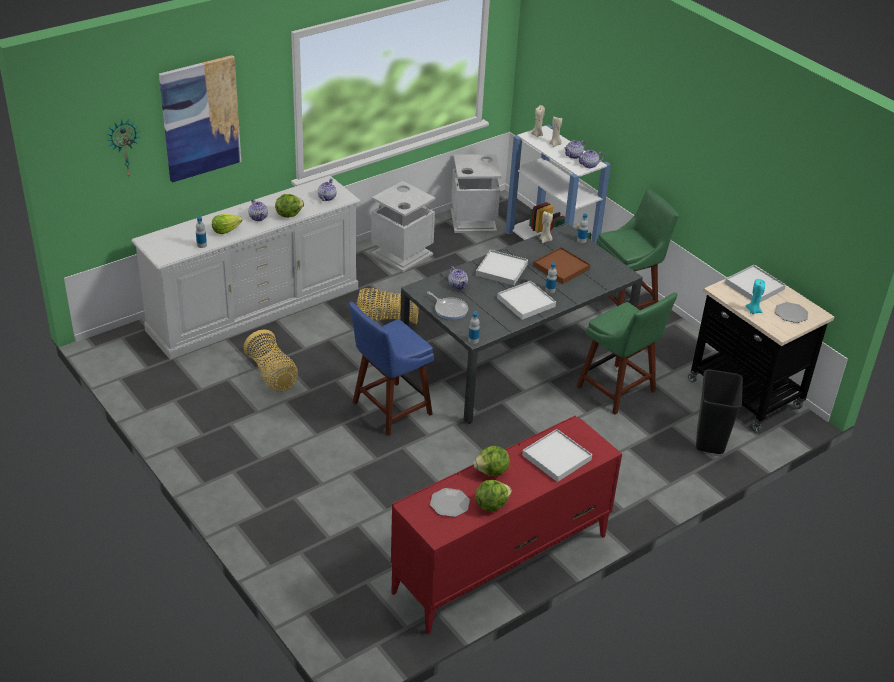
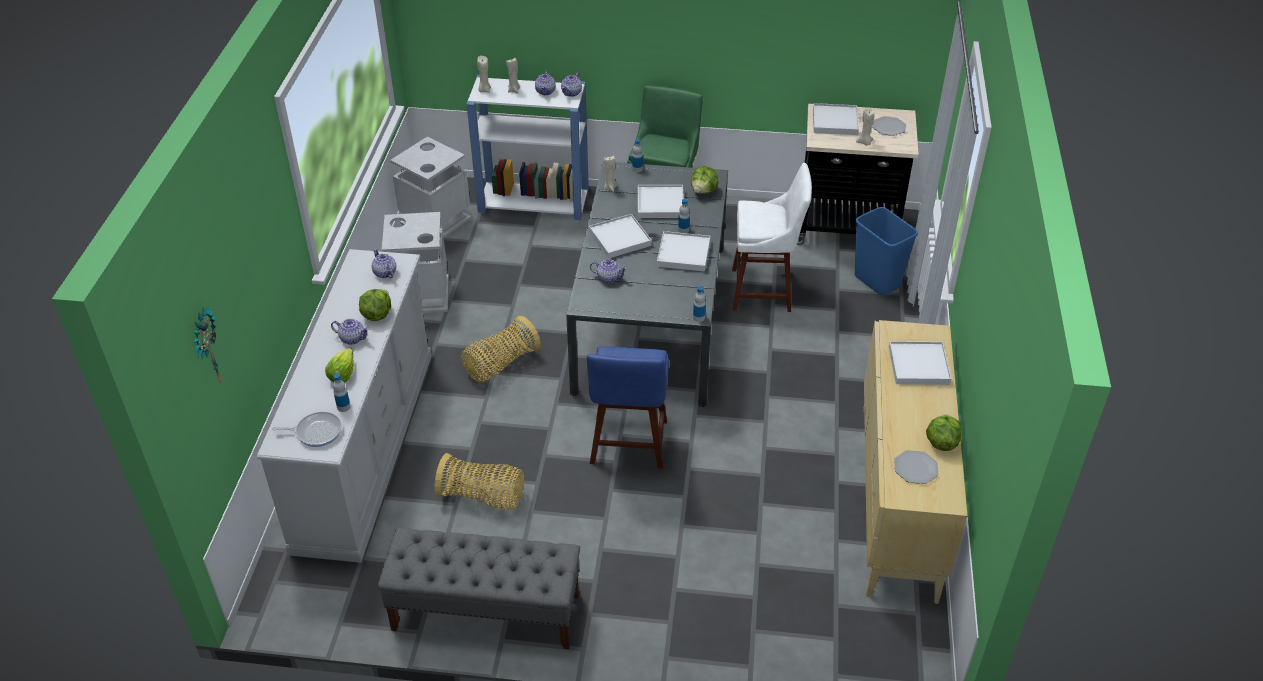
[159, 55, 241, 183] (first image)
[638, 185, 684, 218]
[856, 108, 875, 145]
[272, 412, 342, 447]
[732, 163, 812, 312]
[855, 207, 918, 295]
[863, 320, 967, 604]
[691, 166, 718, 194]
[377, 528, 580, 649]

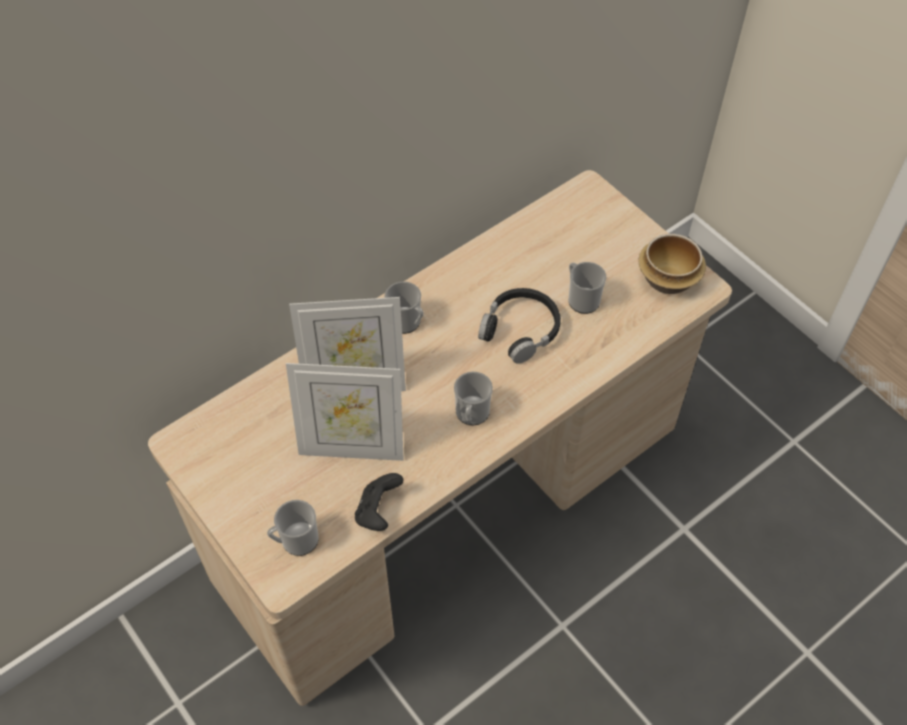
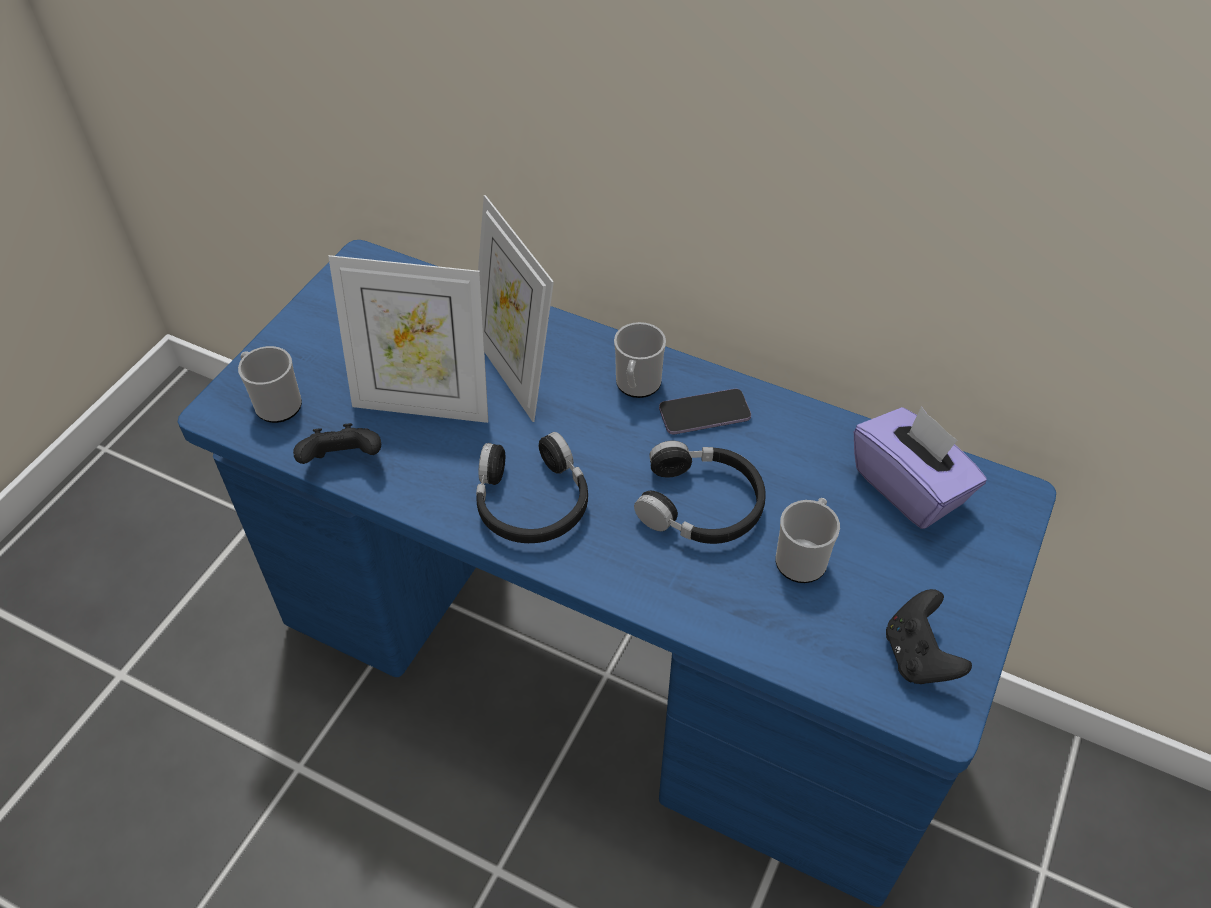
[178, 240, 1056, 907]
[886, 589, 972, 684]
[328, 255, 488, 423]
[476, 432, 588, 543]
[659, 389, 751, 434]
[854, 406, 987, 529]

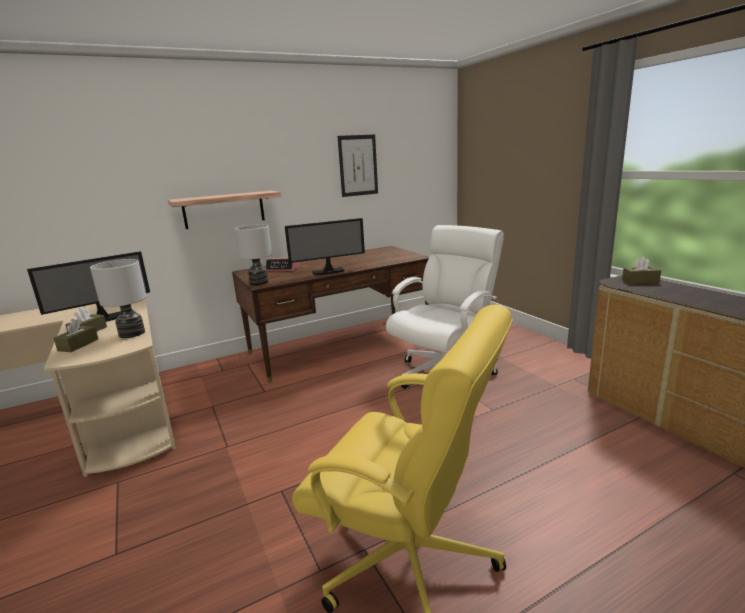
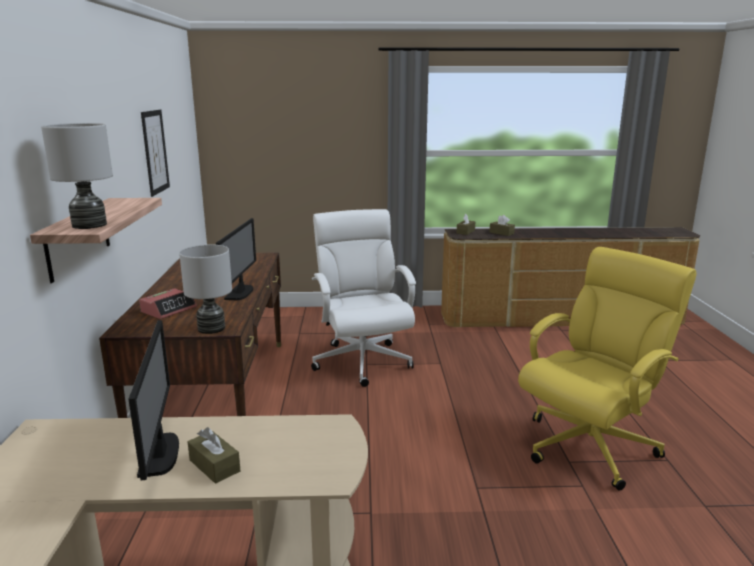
[41, 123, 113, 229]
[489, 215, 515, 236]

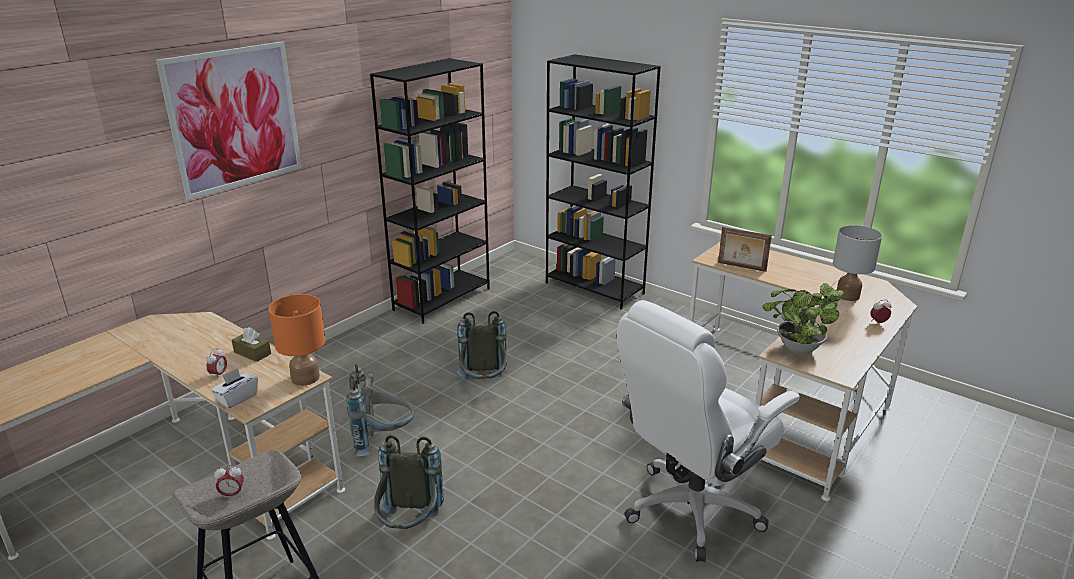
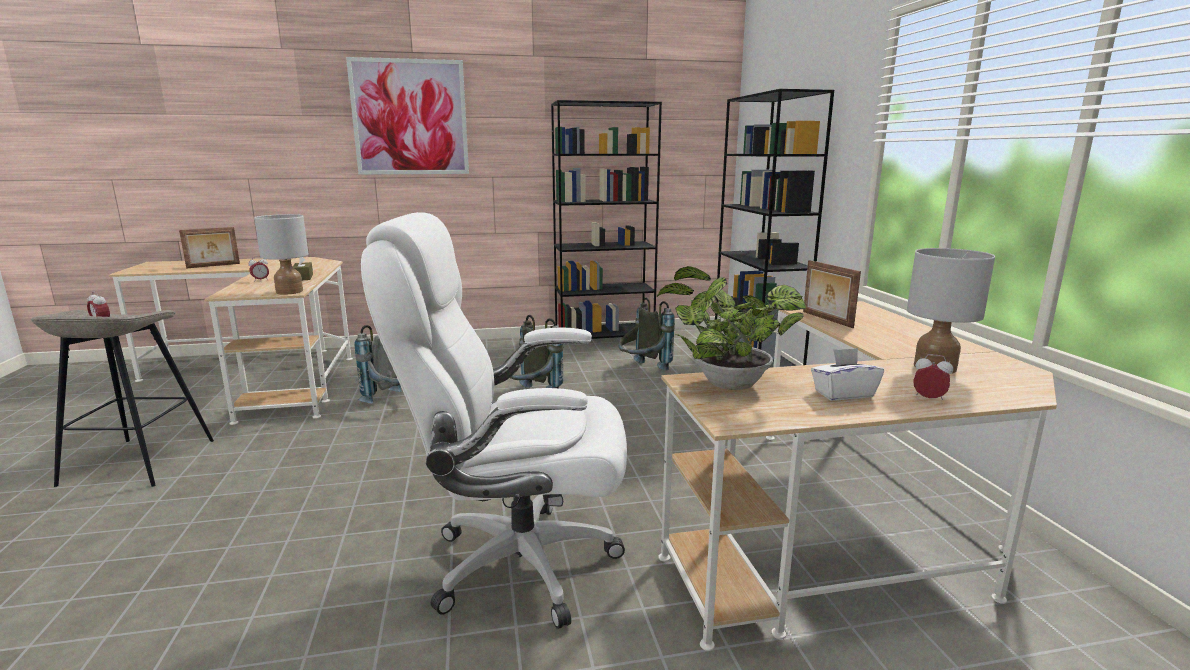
[254, 214, 309, 294]
[811, 348, 884, 401]
[618, 298, 675, 371]
[179, 227, 240, 269]

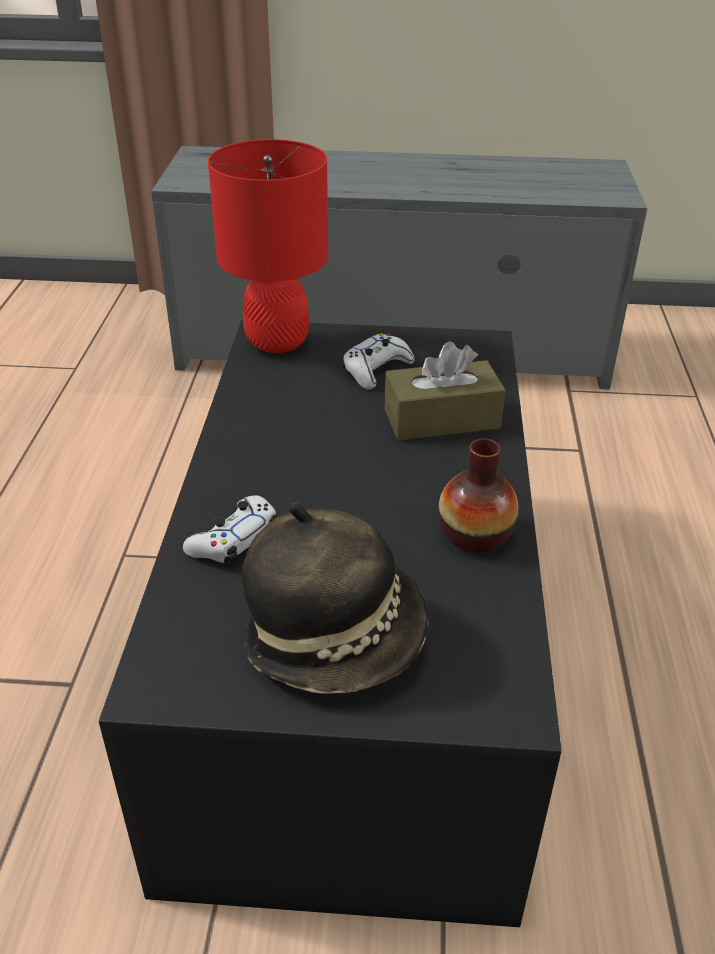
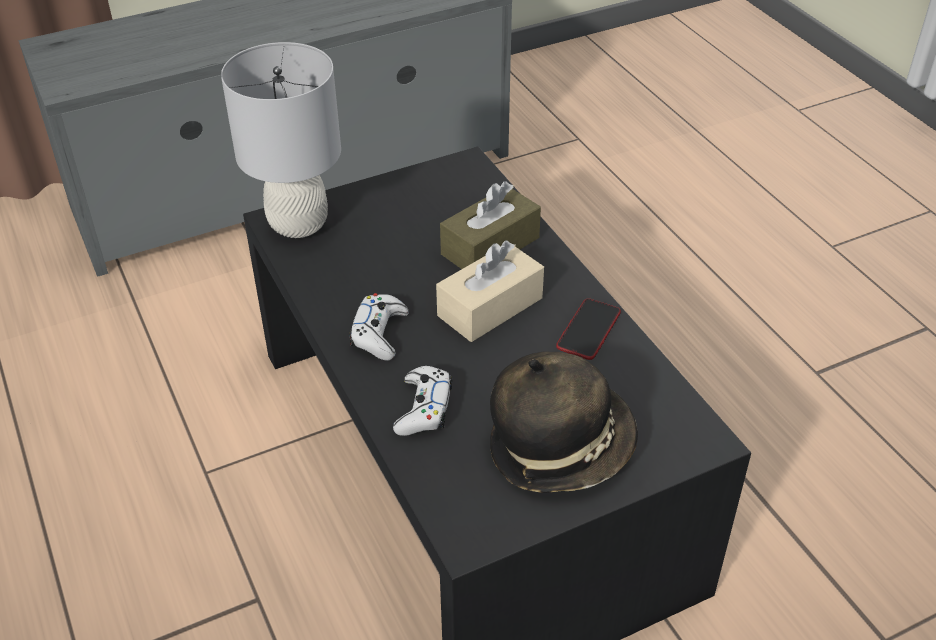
[221, 42, 341, 238]
[349, 293, 409, 360]
[556, 298, 621, 360]
[436, 241, 544, 342]

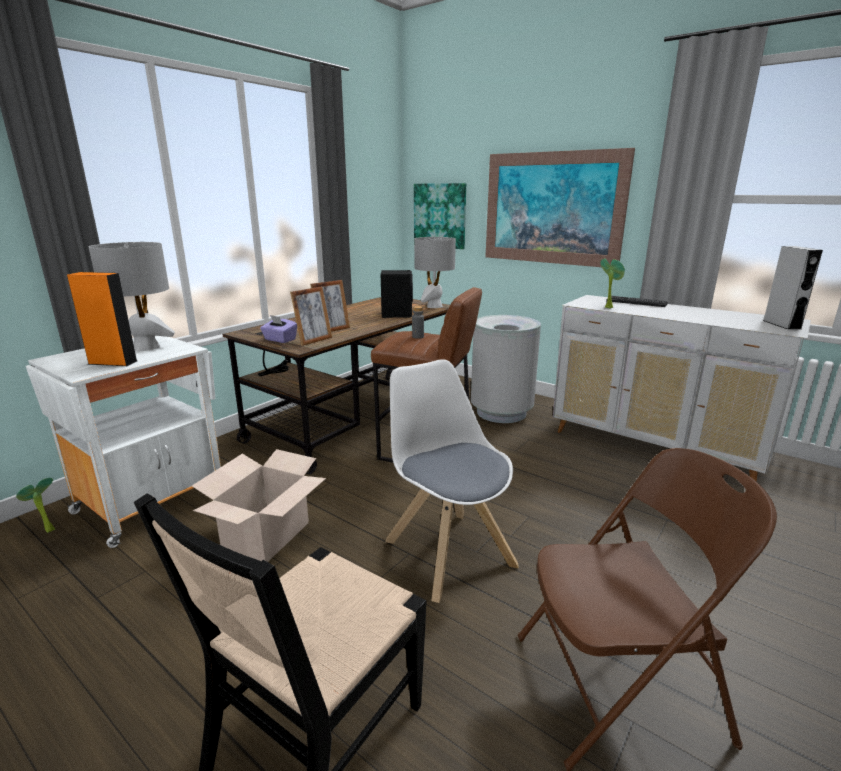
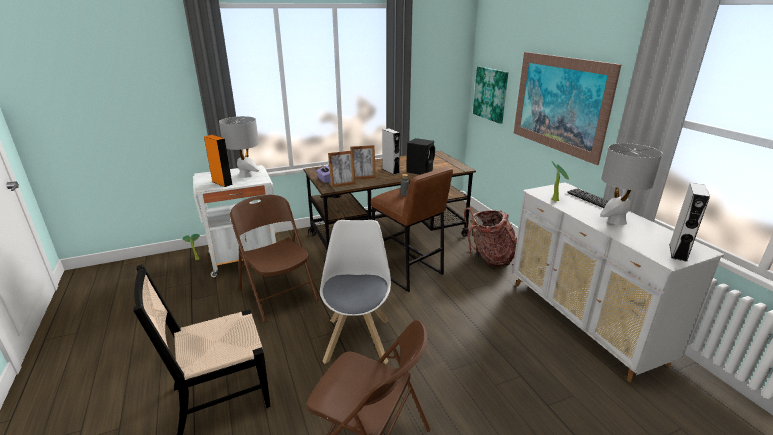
[600, 143, 662, 225]
[464, 207, 517, 267]
[230, 195, 319, 323]
[382, 128, 400, 175]

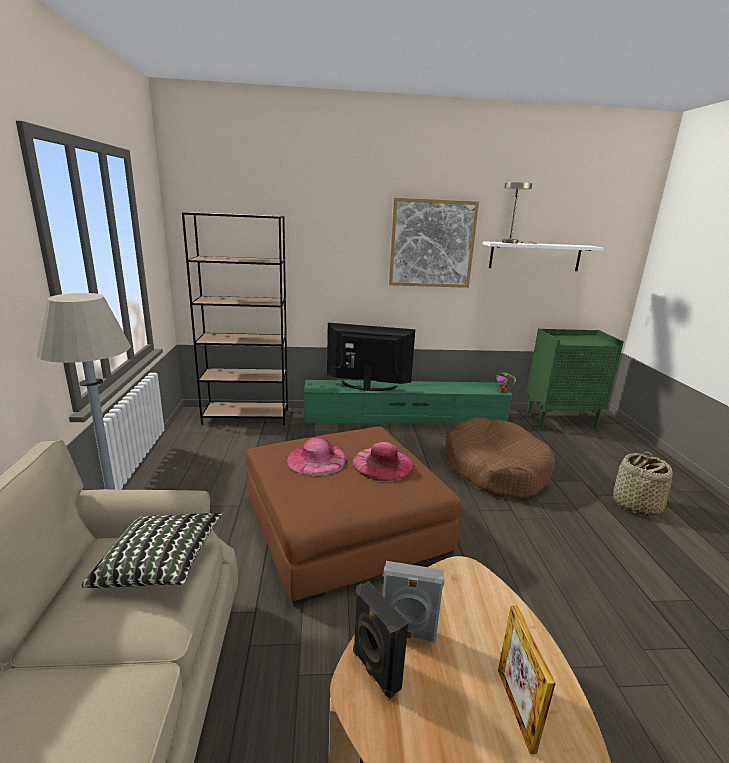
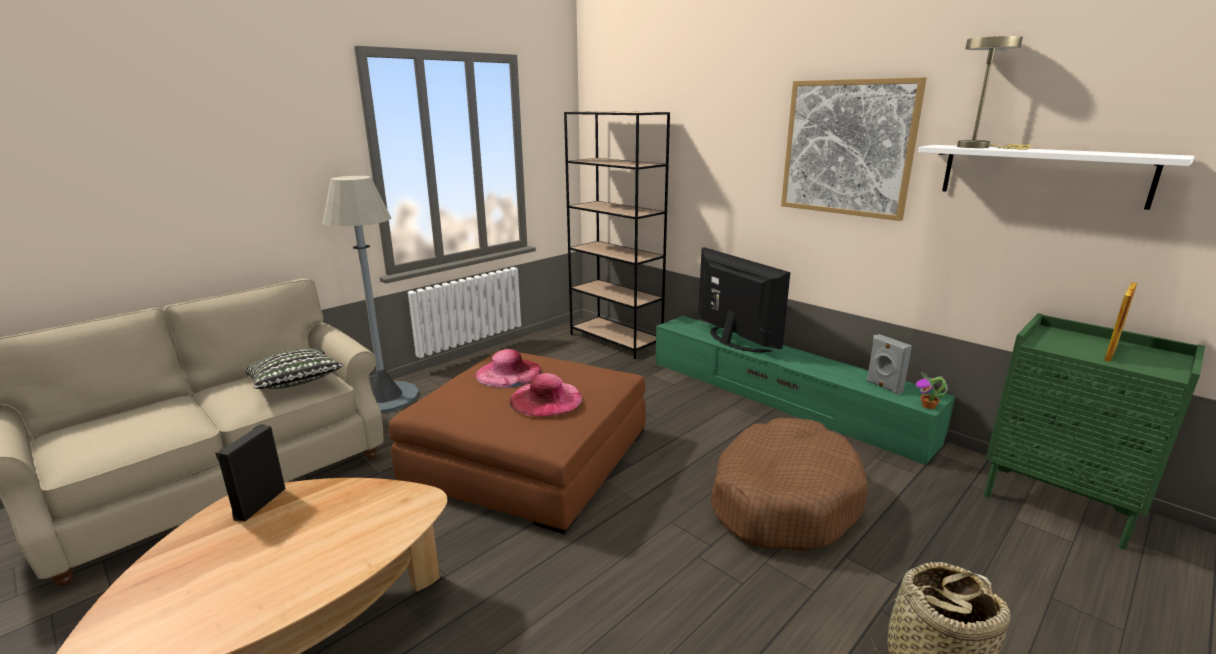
[866, 334, 912, 395]
[1104, 282, 1137, 362]

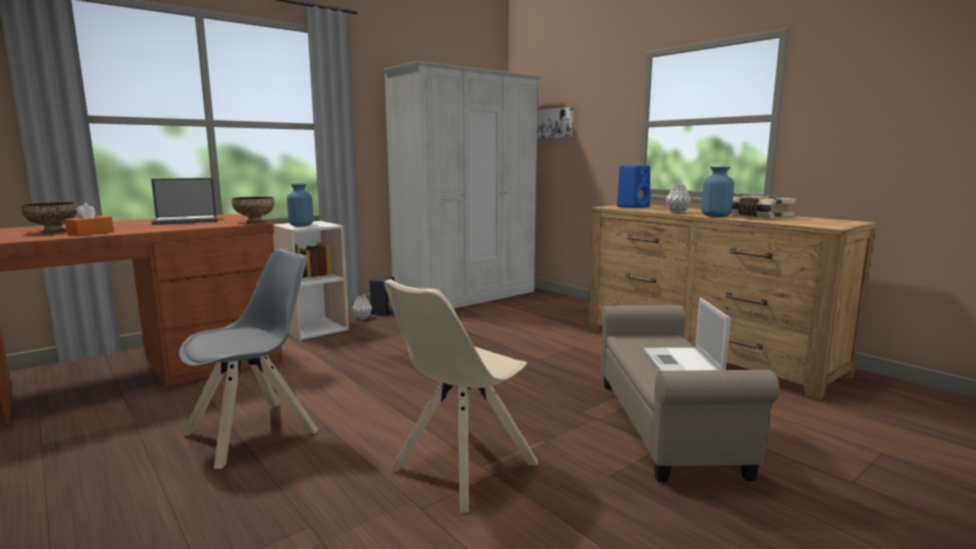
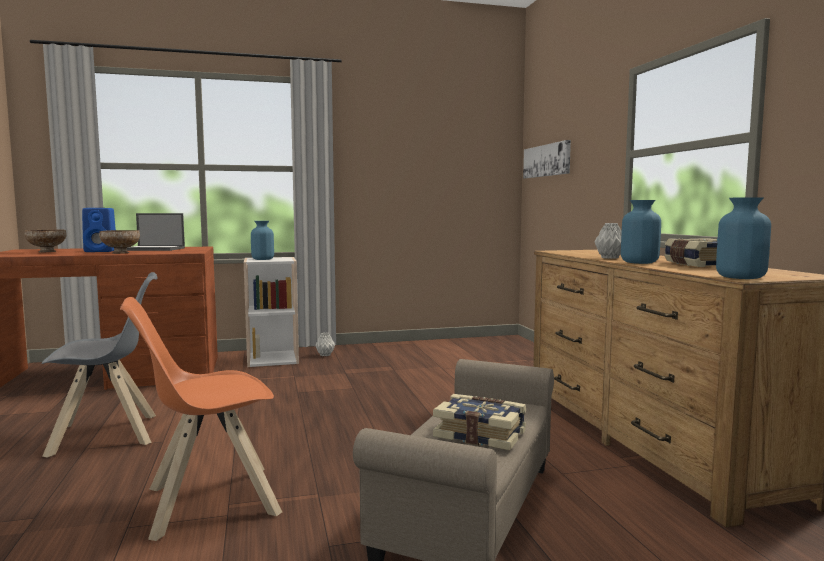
[382, 61, 542, 308] (first image)
[82, 208, 116, 252]
[99, 230, 140, 254]
[65, 203, 114, 236] (first image)
[370, 276, 395, 316] (first image)
[120, 297, 282, 541]
[433, 394, 526, 451]
[716, 197, 771, 279]

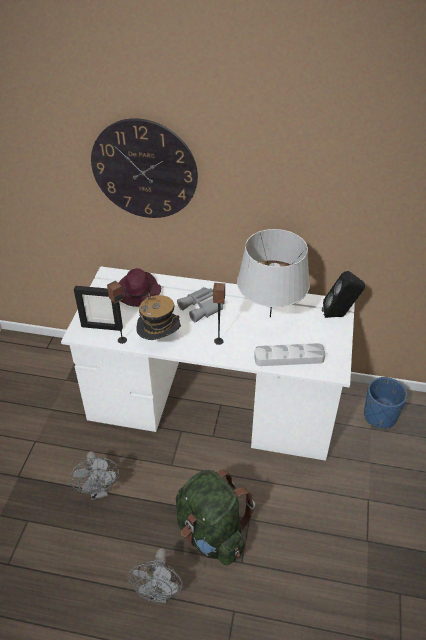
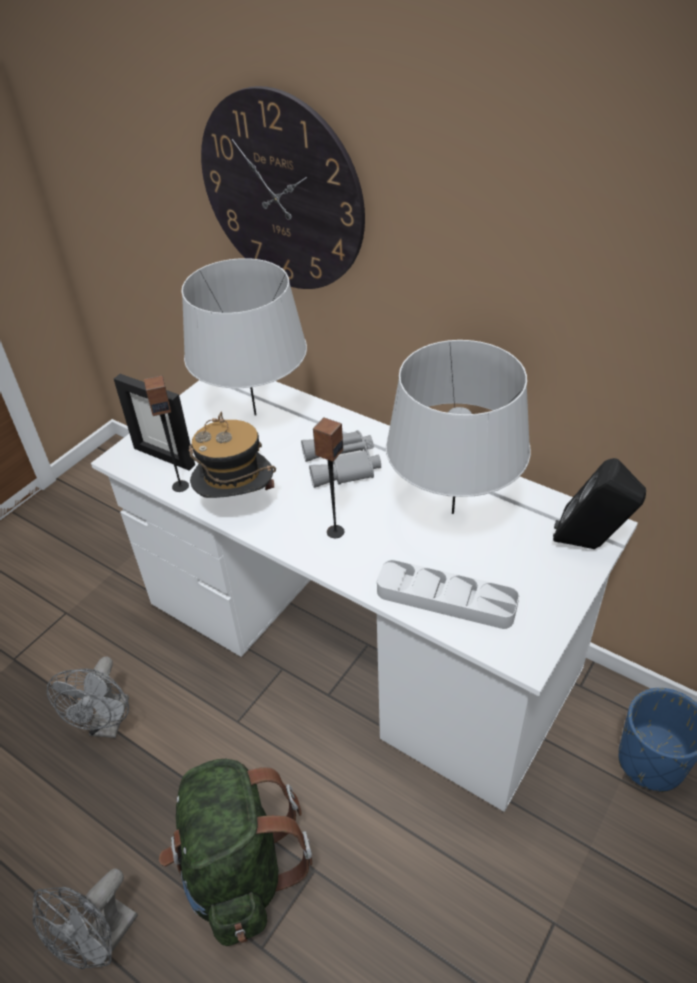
[182, 258, 307, 416]

